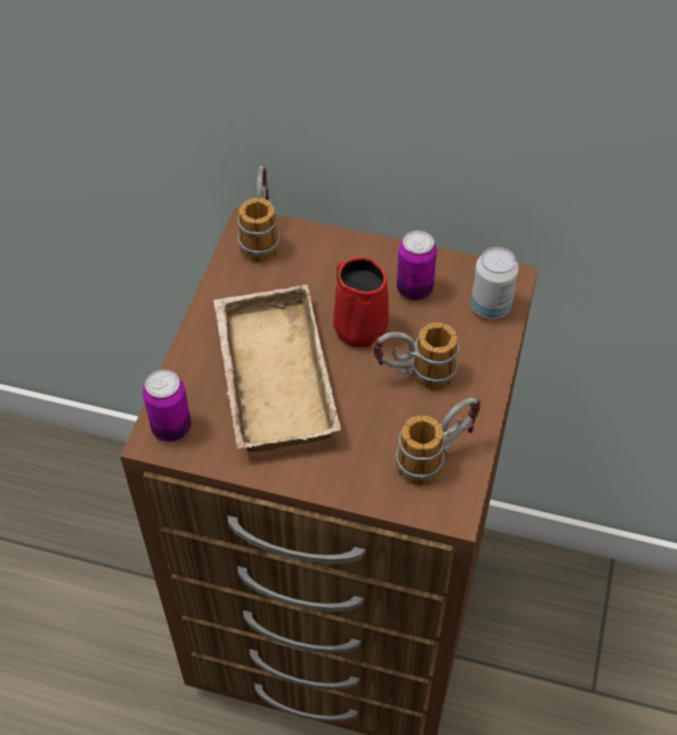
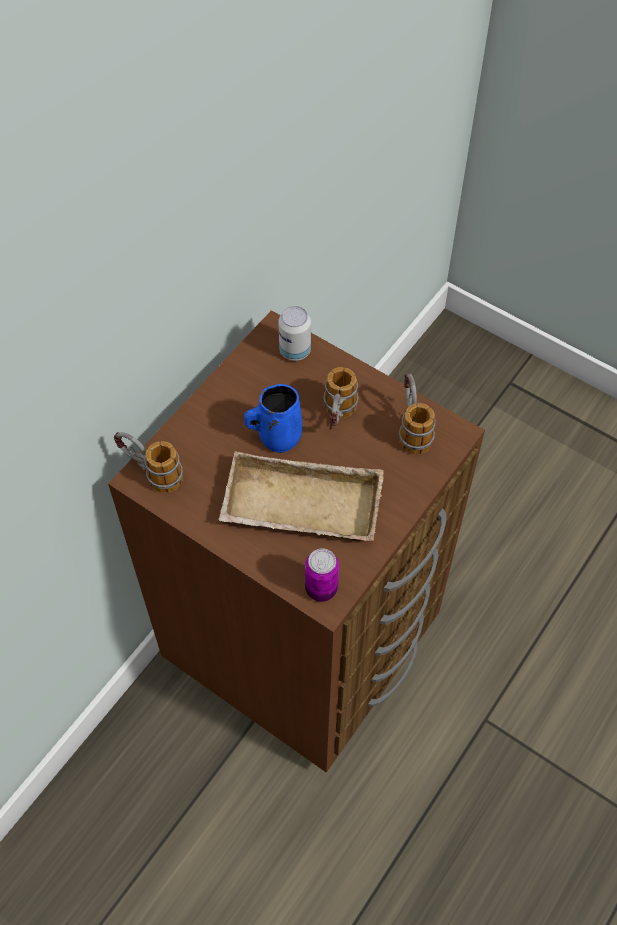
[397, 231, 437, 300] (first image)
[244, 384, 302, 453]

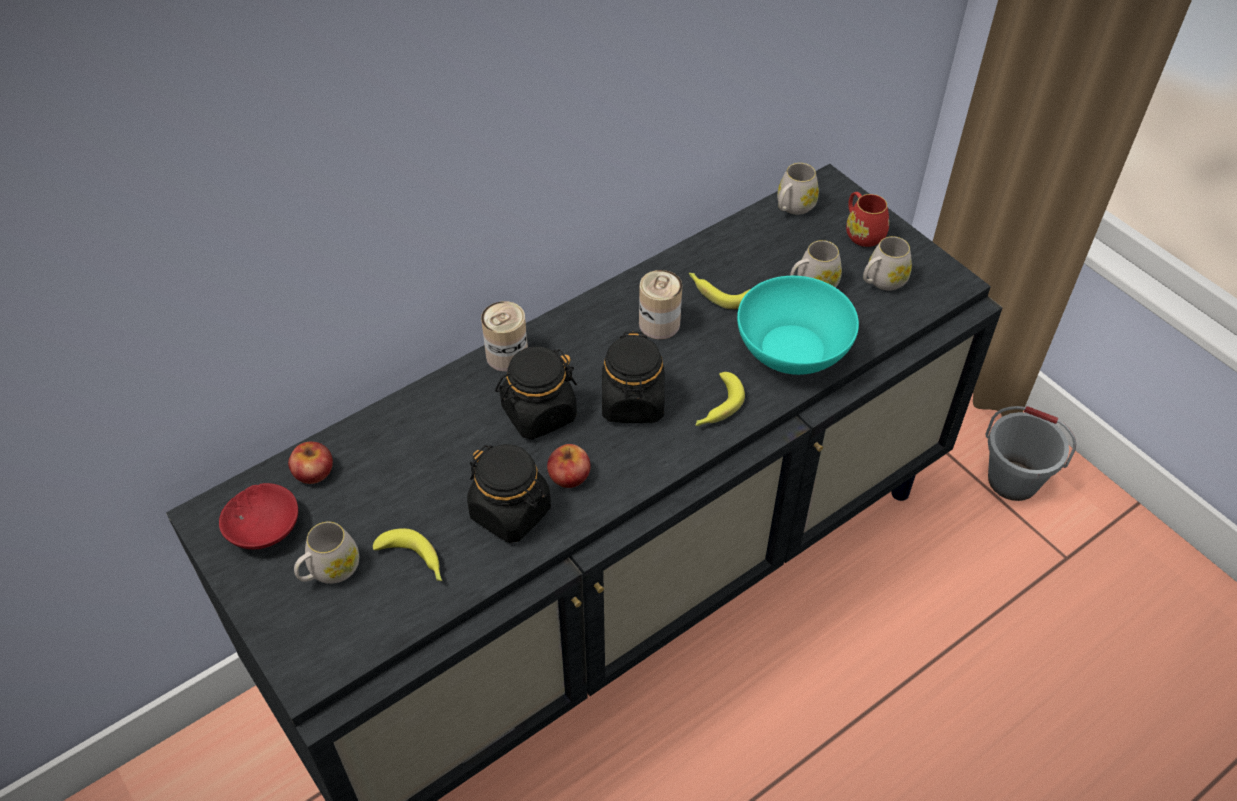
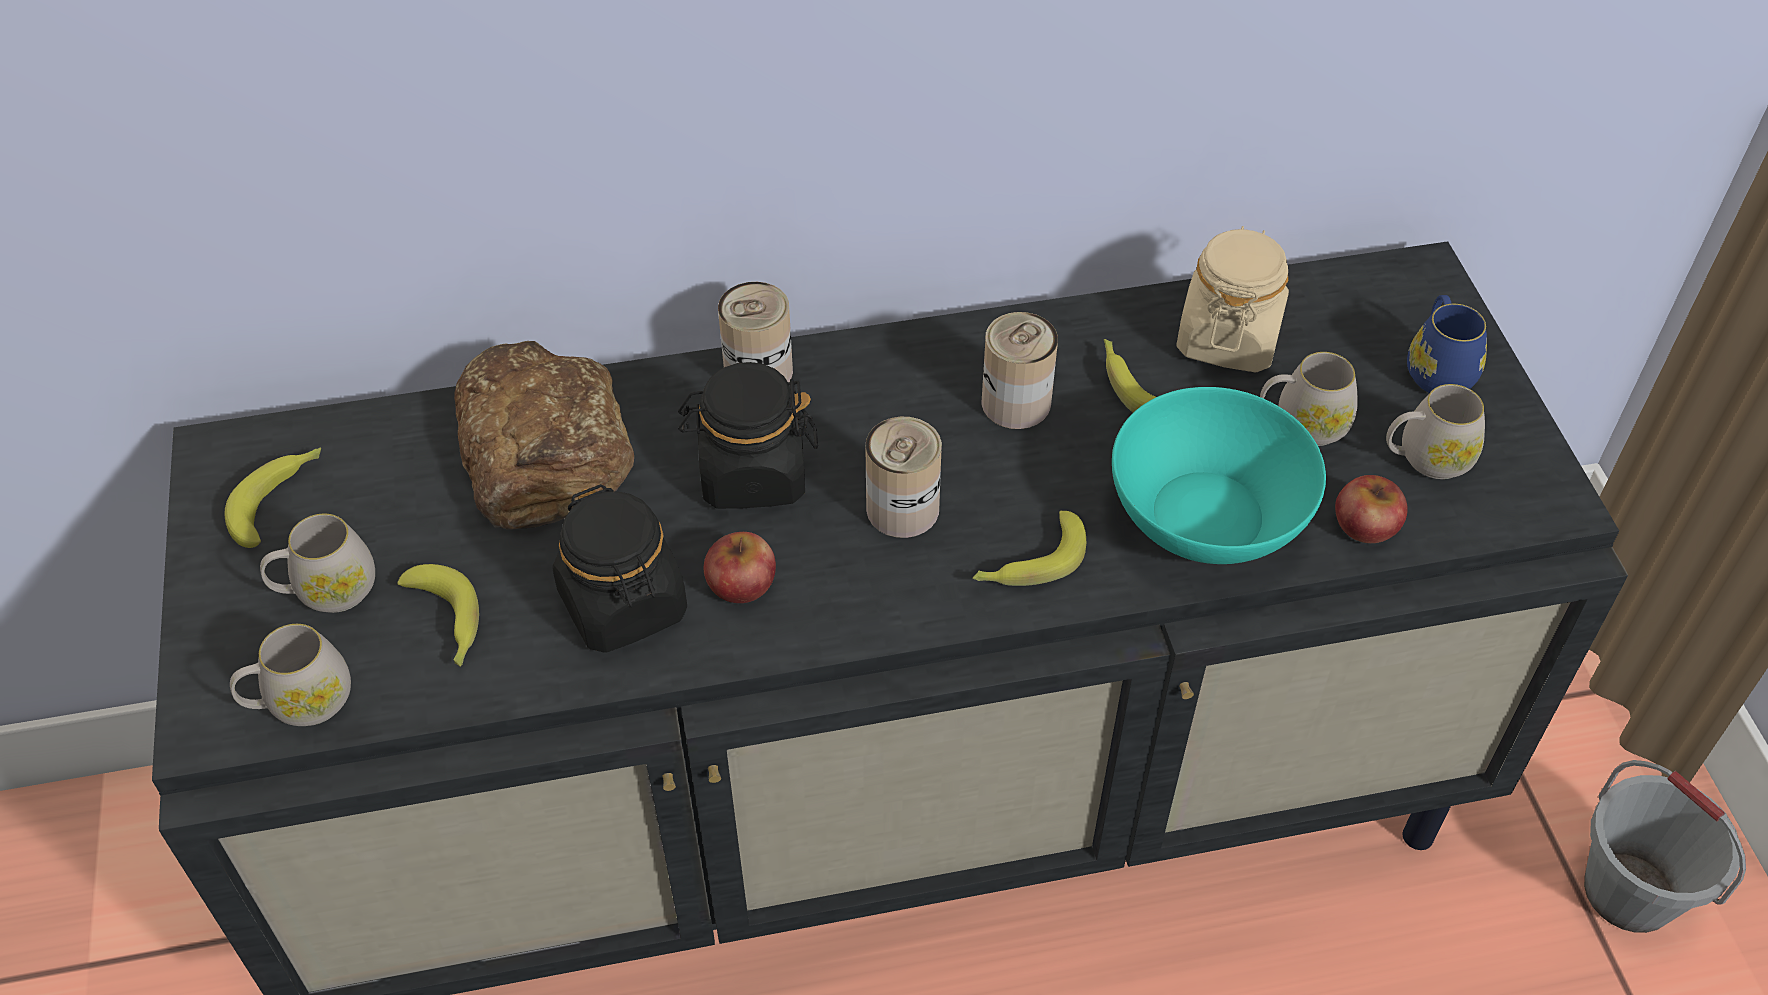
[230, 624, 351, 726]
[1407, 295, 1487, 393]
[866, 417, 942, 538]
[1335, 475, 1408, 543]
[224, 447, 321, 548]
[1176, 226, 1289, 372]
[454, 341, 634, 530]

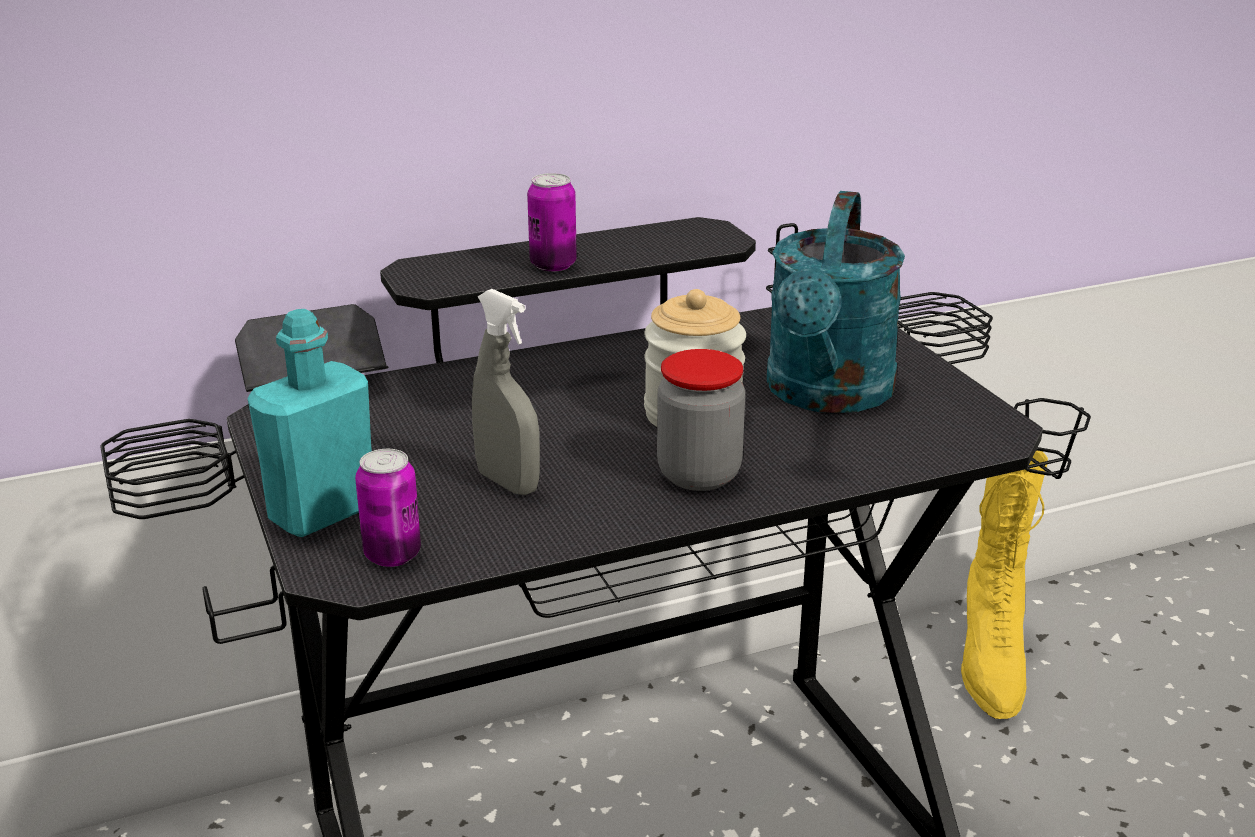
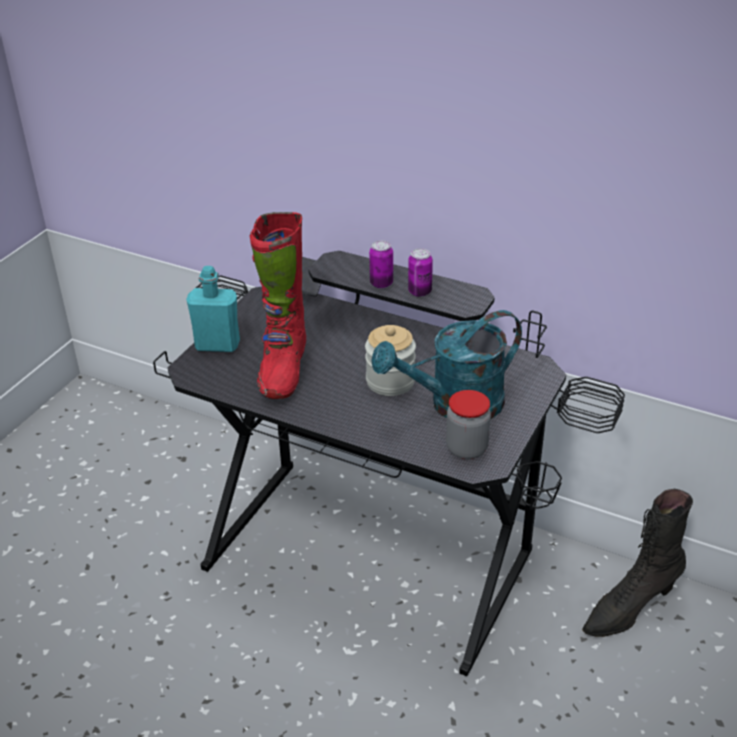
[250, 212, 306, 399]
[446, 390, 491, 460]
[408, 248, 433, 297]
[582, 489, 693, 637]

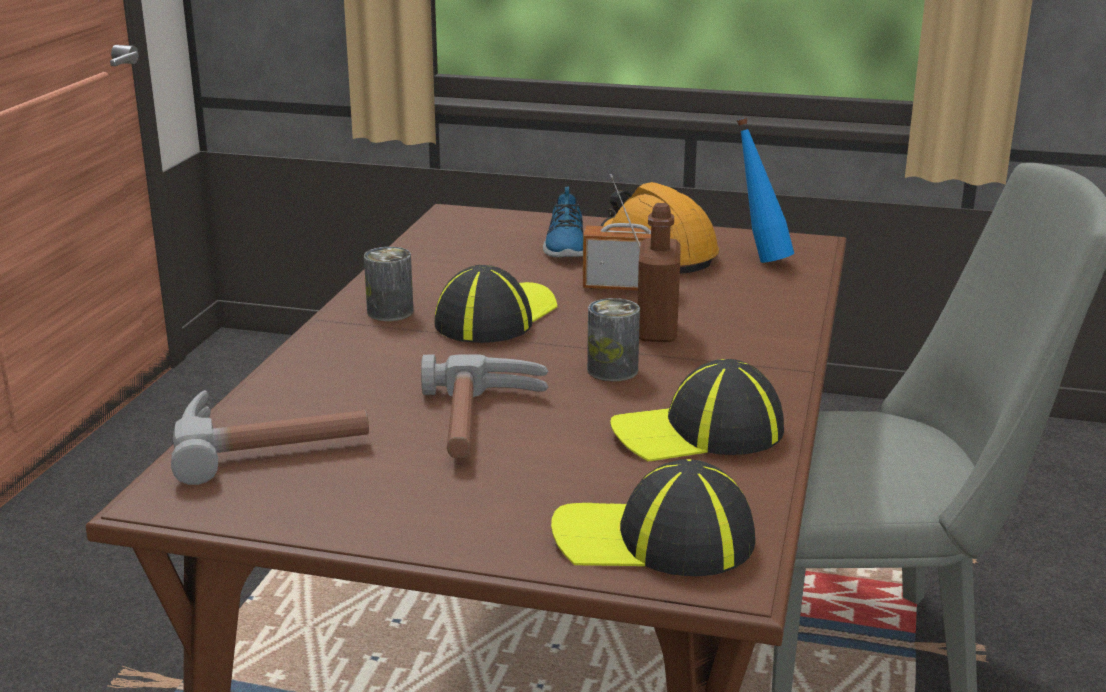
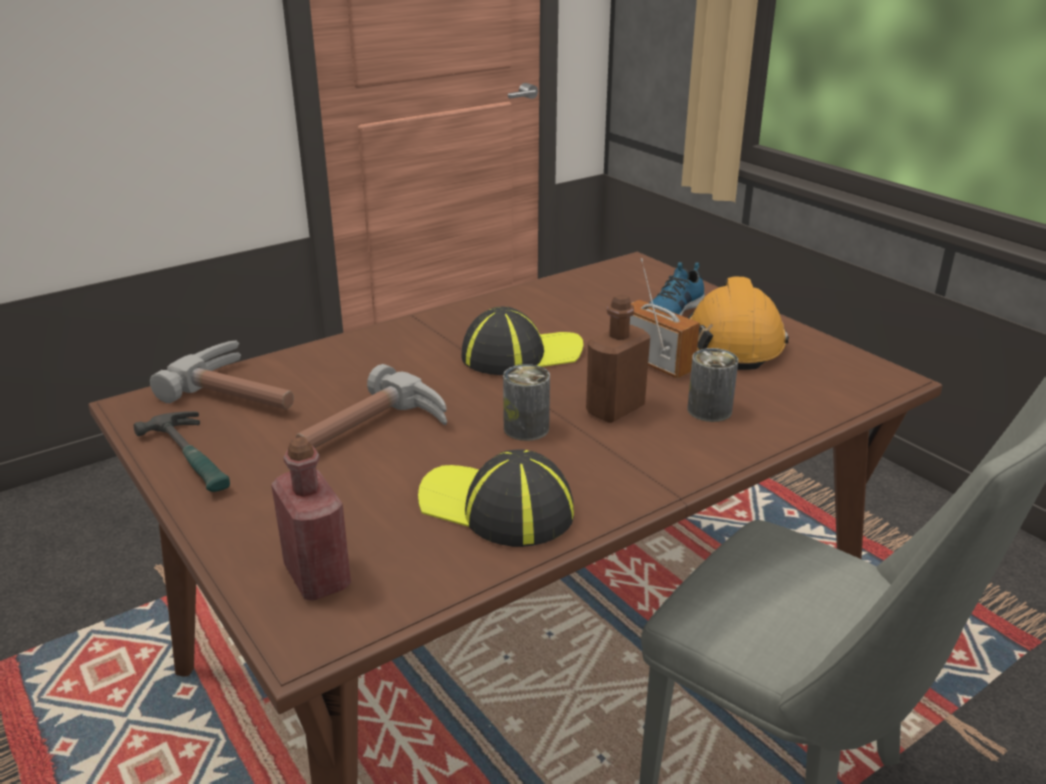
[737, 118, 794, 263] (first image)
[687, 348, 738, 422]
[271, 437, 351, 600]
[134, 411, 230, 492]

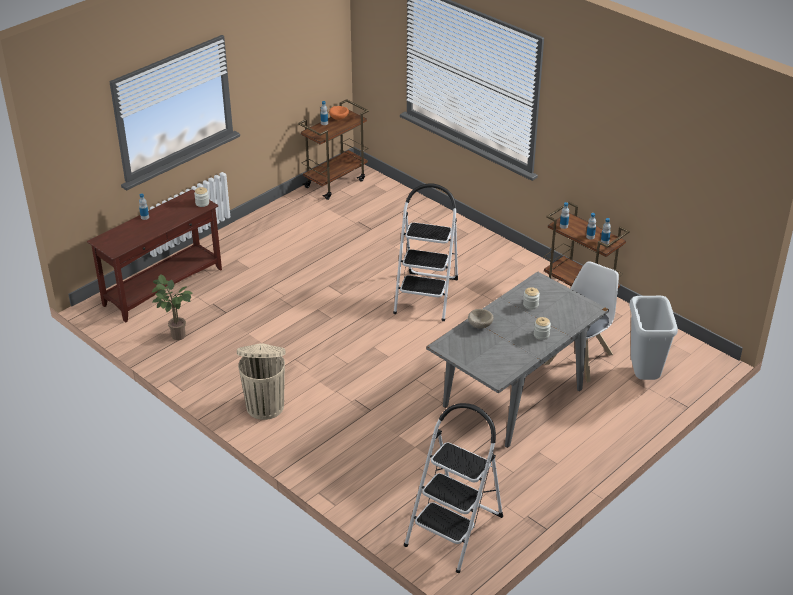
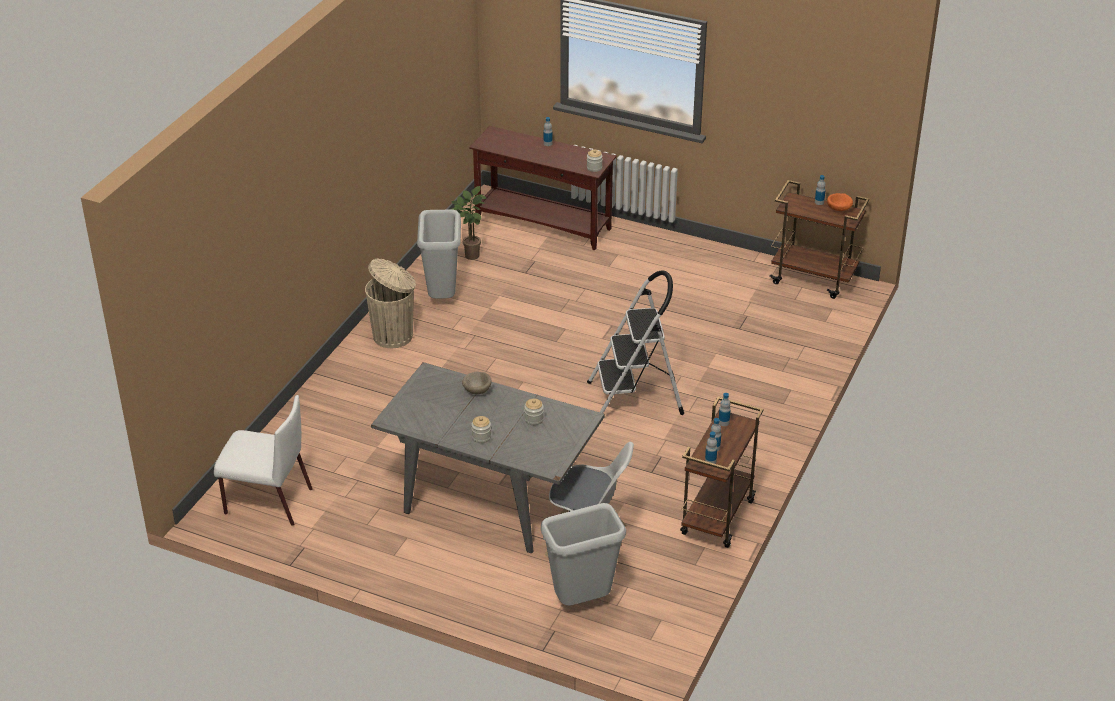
[214, 395, 313, 526]
[417, 210, 461, 299]

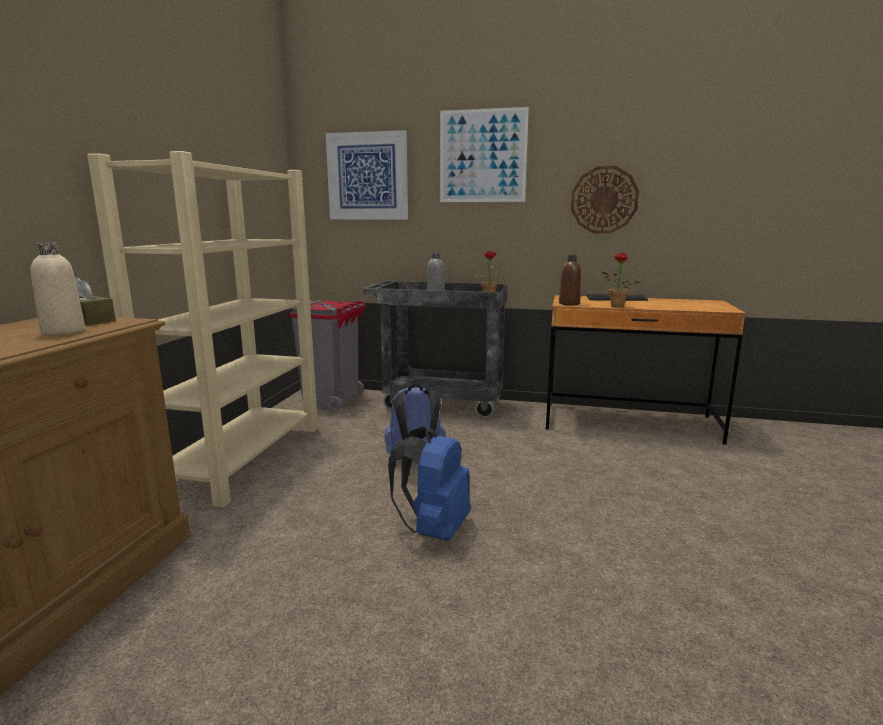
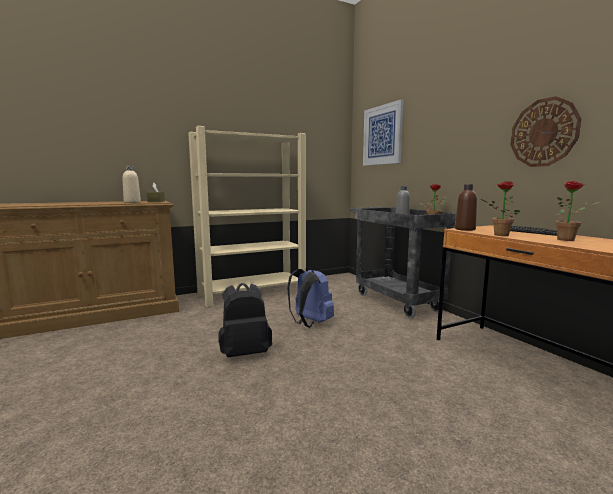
[440, 107, 529, 202] (first image)
[289, 301, 366, 412] (first image)
[218, 283, 272, 357]
[555, 181, 600, 241]

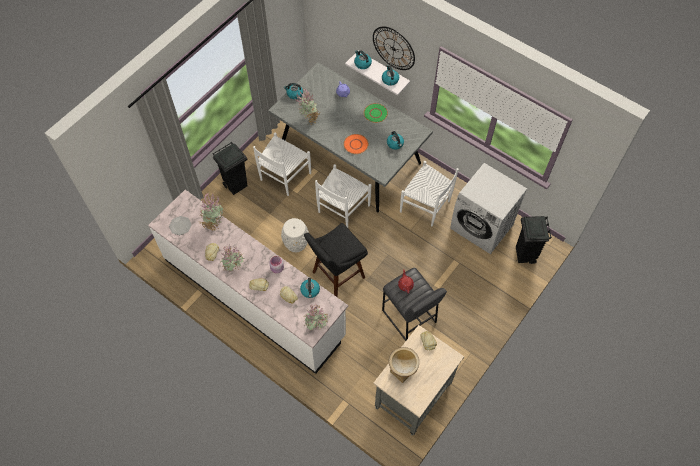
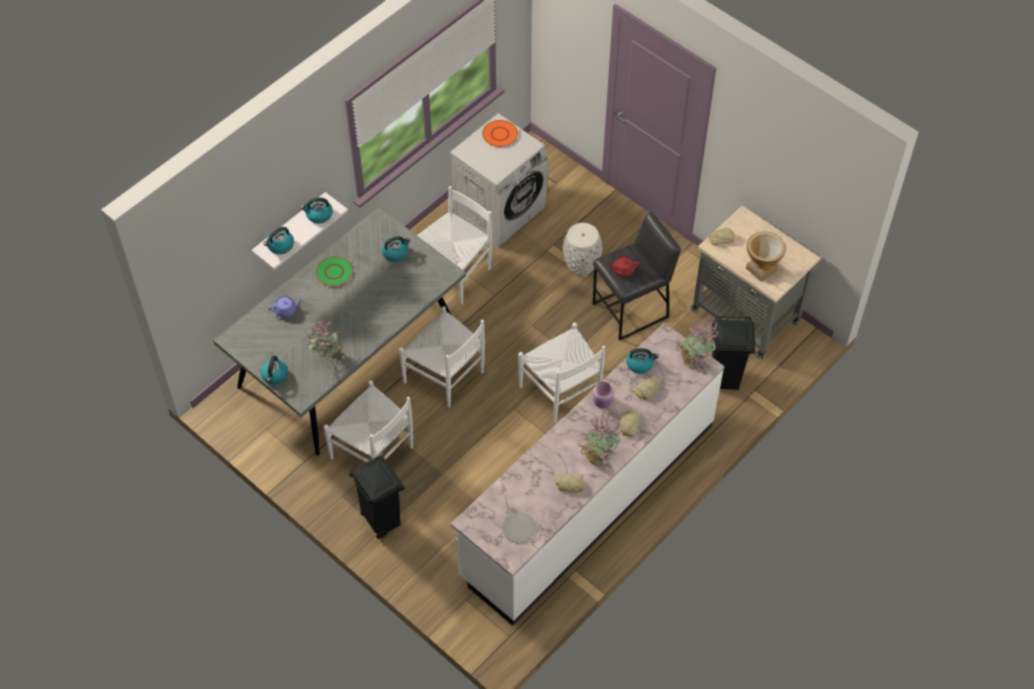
[373, 26, 415, 70] (first image)
[482, 120, 518, 147]
[199, 191, 224, 231] (first image)
[712, 316, 755, 390]
[563, 223, 602, 275]
[518, 323, 605, 423]

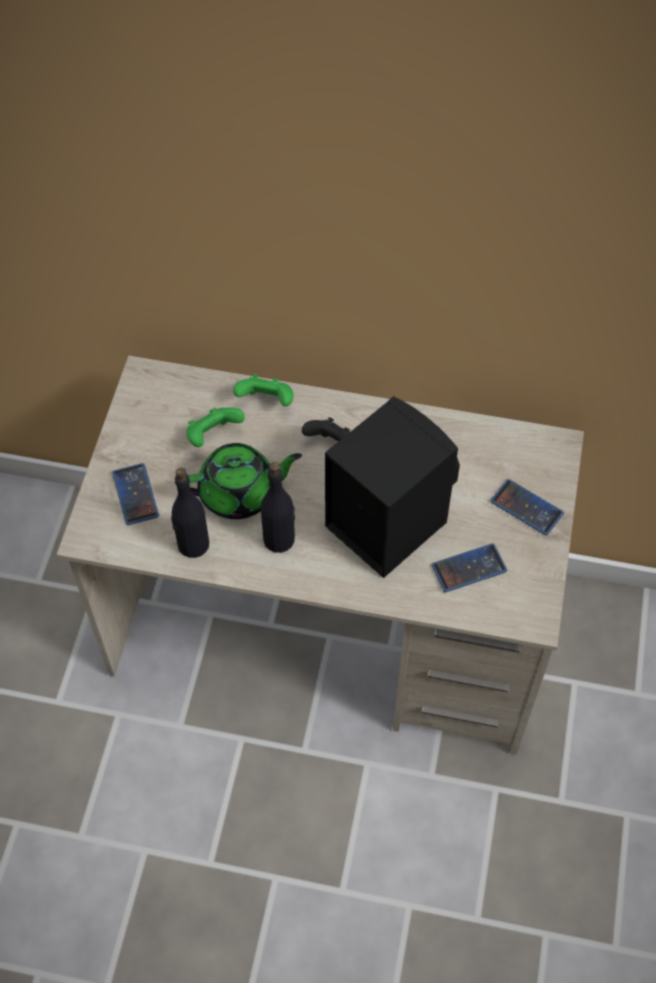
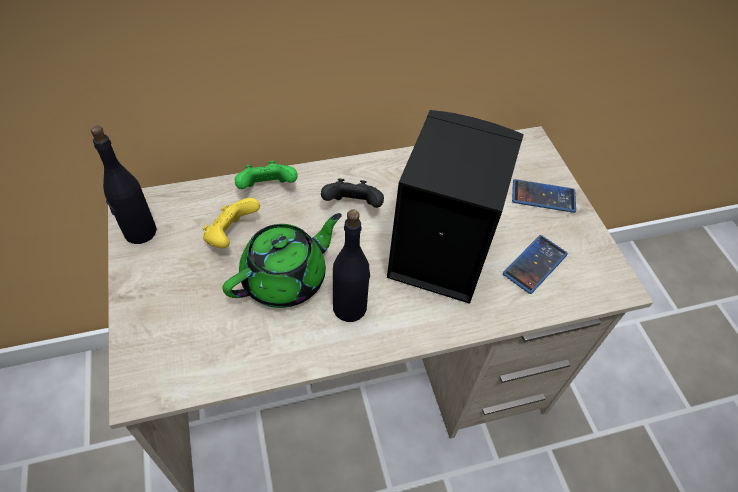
[203, 198, 260, 248]
[112, 463, 159, 525] (first image)
[90, 125, 157, 244]

